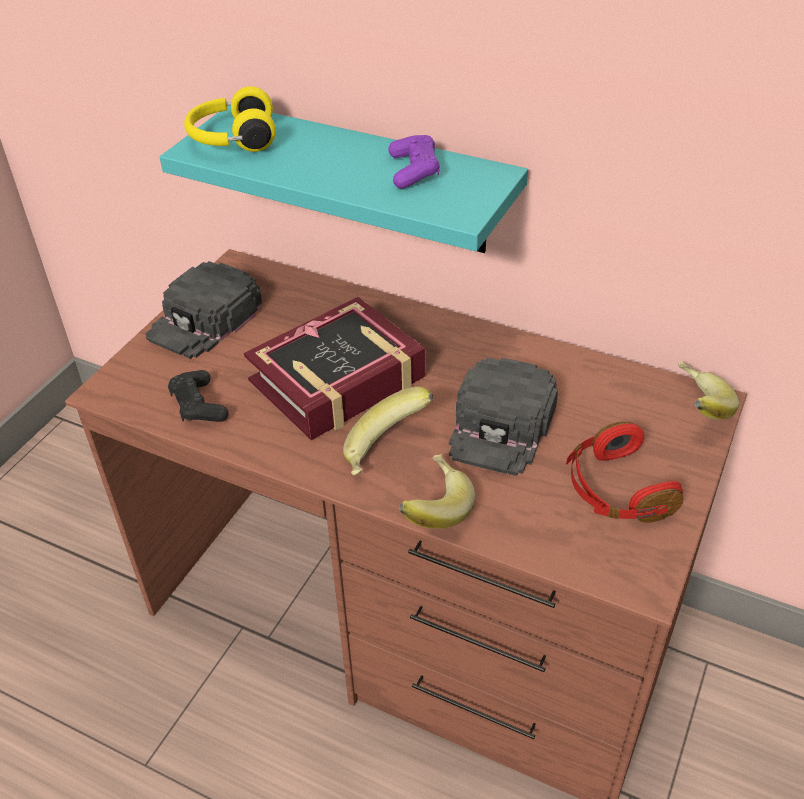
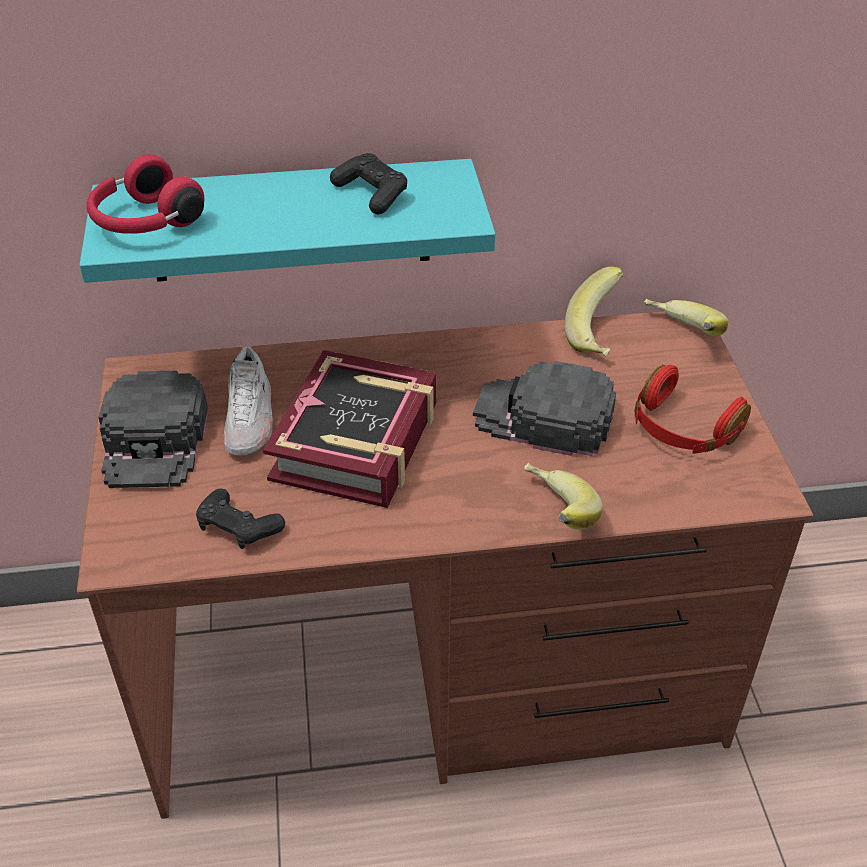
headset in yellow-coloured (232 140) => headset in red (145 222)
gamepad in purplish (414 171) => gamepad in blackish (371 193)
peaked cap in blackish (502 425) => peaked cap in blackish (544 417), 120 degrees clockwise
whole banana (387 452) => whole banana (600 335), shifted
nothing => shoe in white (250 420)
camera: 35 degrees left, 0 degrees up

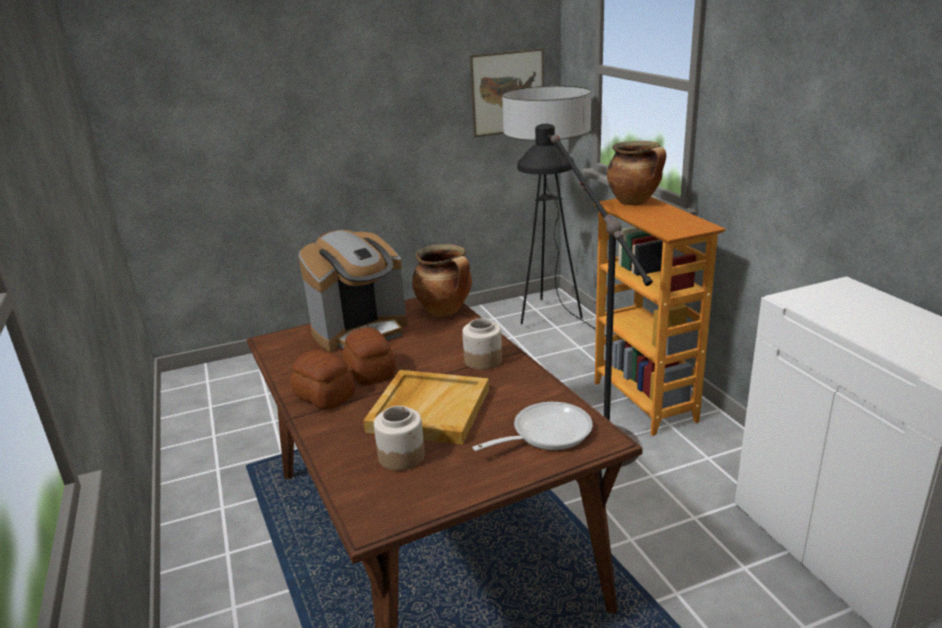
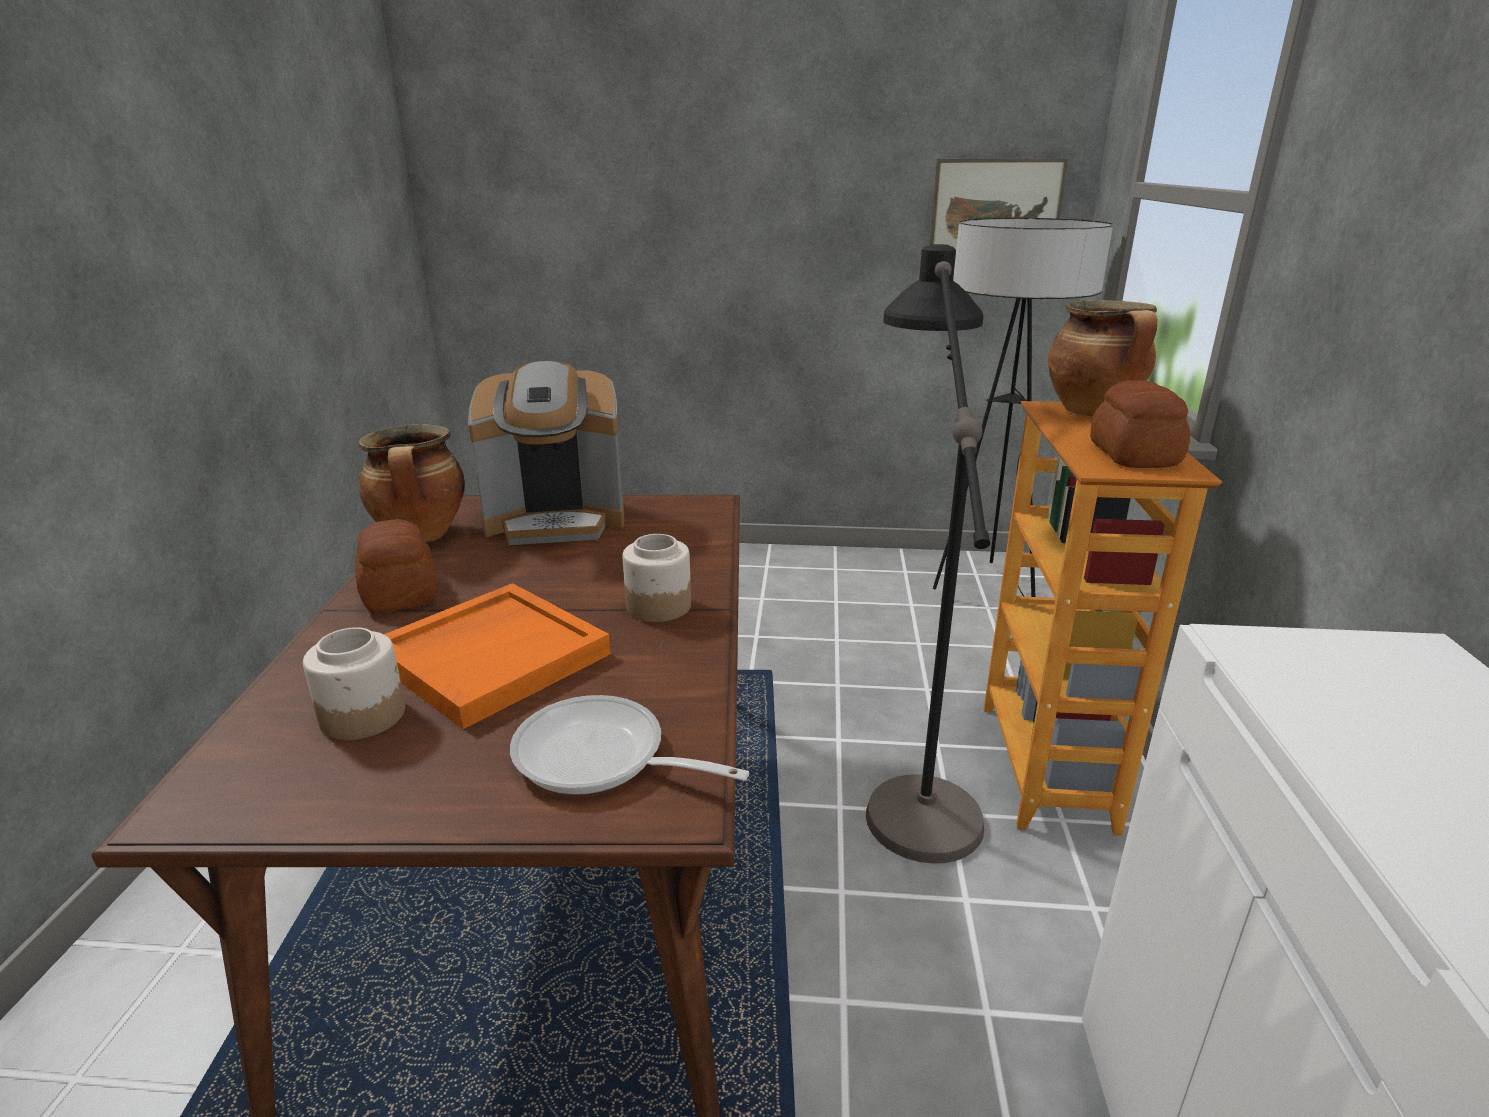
saucepot (445 311) => saucepot (422 536), shifted
bread (370 372) => bread (1133 455), shifted
serving tray in beige (428 409) => serving tray in orangey (492 656)
skillet (545 433) => skillet (601 759), 150 degrees counterclockwise
camera: 25 degrees right, 0 degrees up

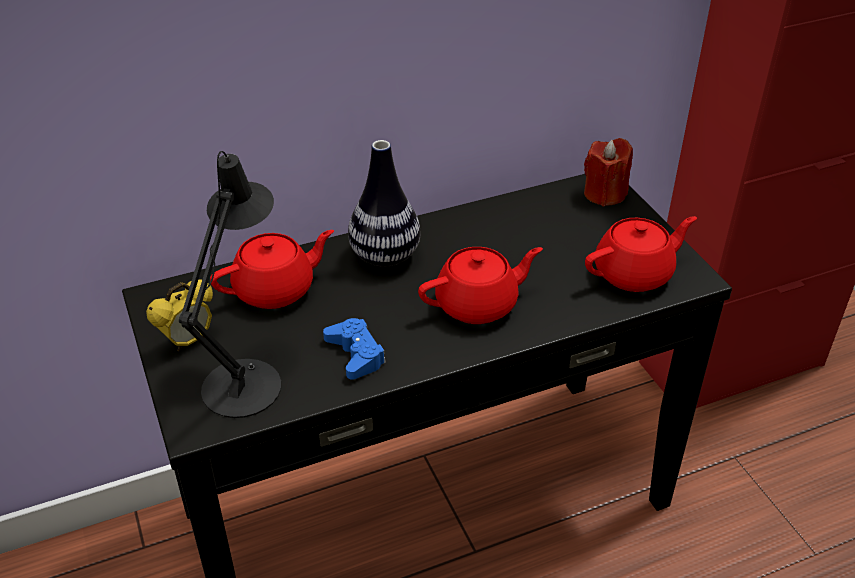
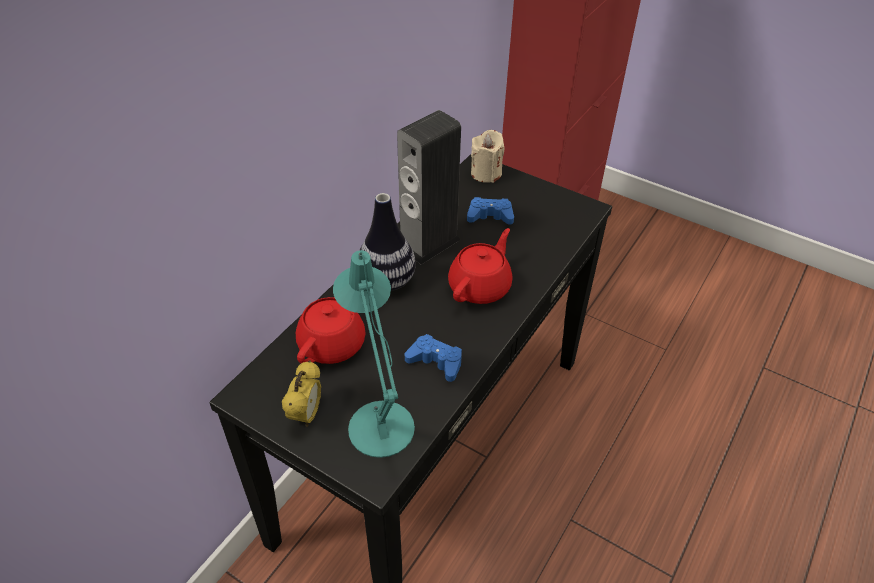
candle in red (604 194) => candle in beige (486 173)
tabletop lamp in blackish (247 379) => tabletop lamp in turquoise (379 420)
tea pot in red (634 273) => nothing
nothing => loudspeaker (428 242)
nothing => gamepad in blue (490 216)
camera: 35 degrees left, 5 degrees up

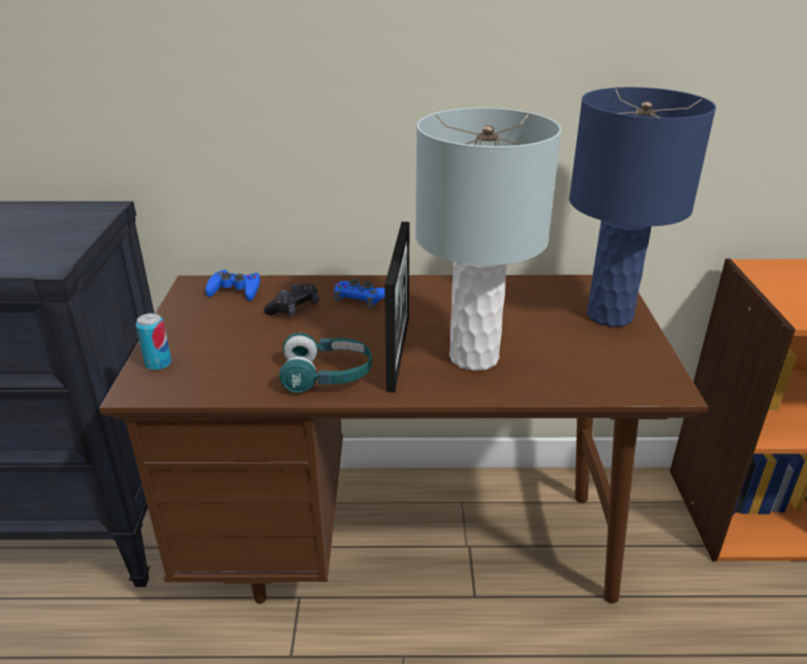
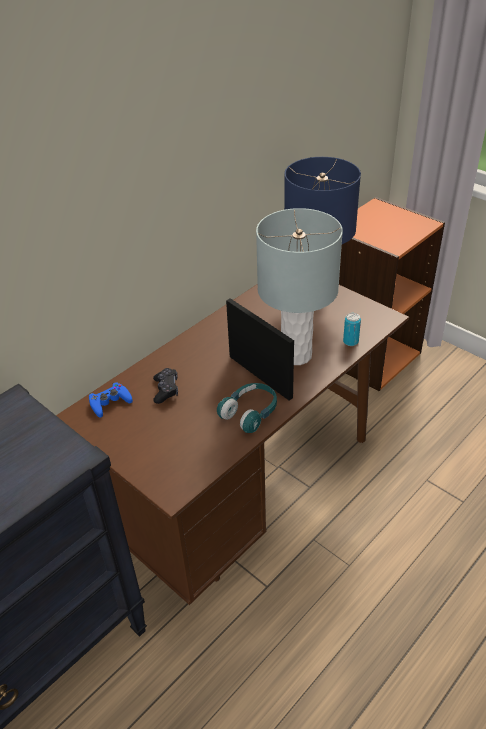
gamepad in blue (360 299) => nothing
sealed can (158 364) => sealed can (350 341), shifted
camera: 45 degrees left, 10 degrees up

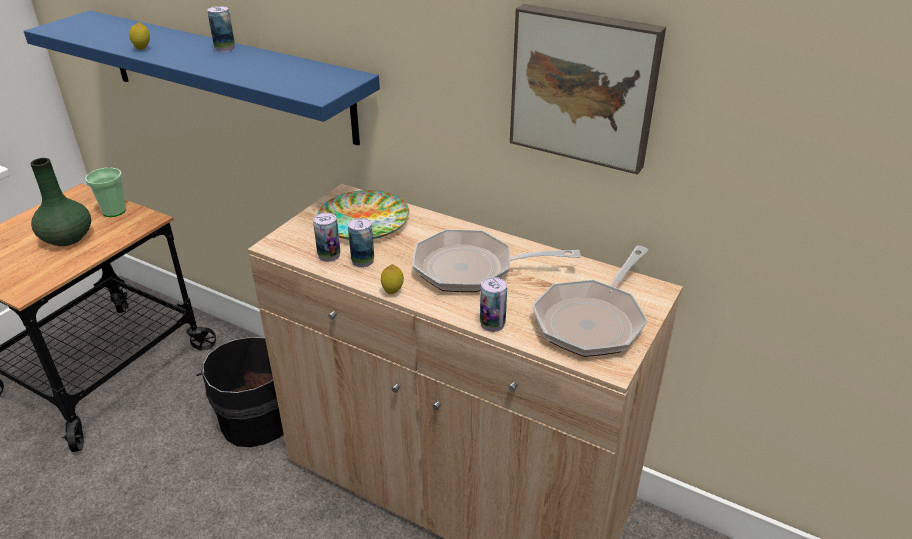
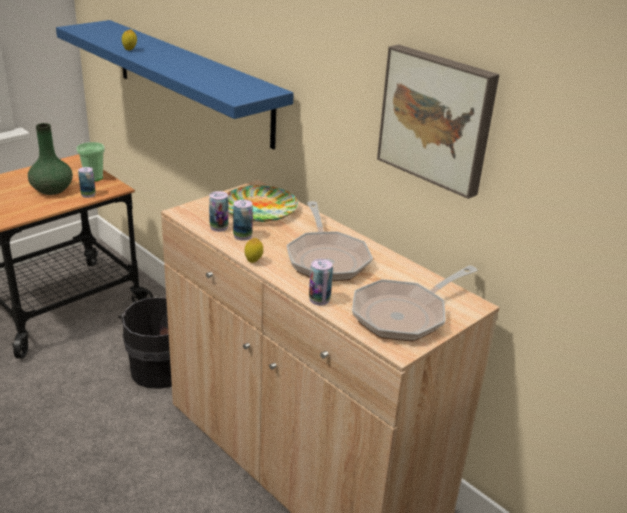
sealed can (225 48) => sealed can (88 194), shifted
skillet (472 269) => skillet (326 258), 120 degrees counterclockwise
camera: 15 degrees right, 5 degrees down

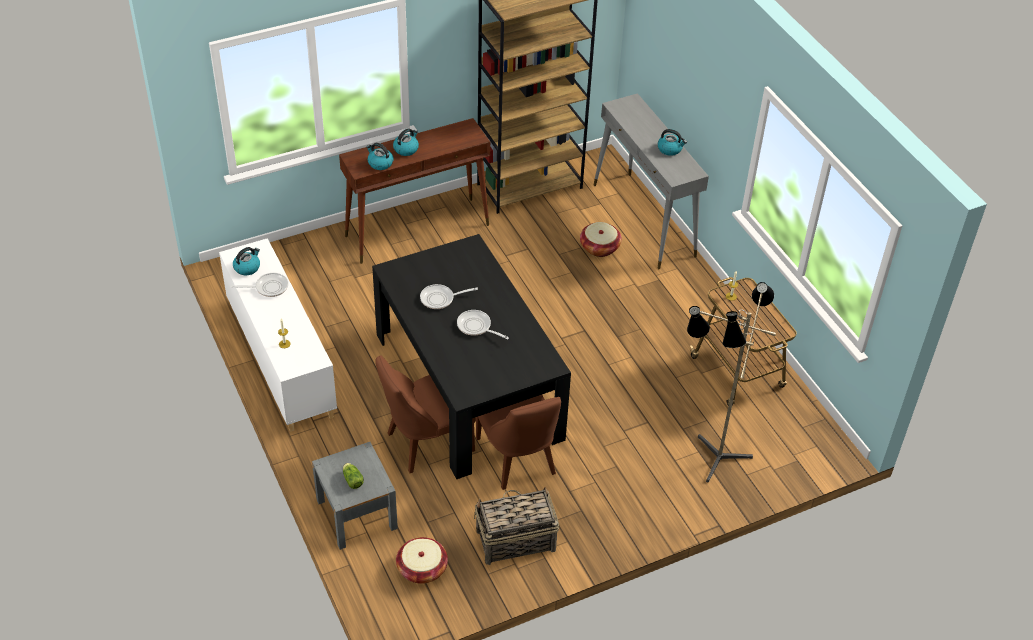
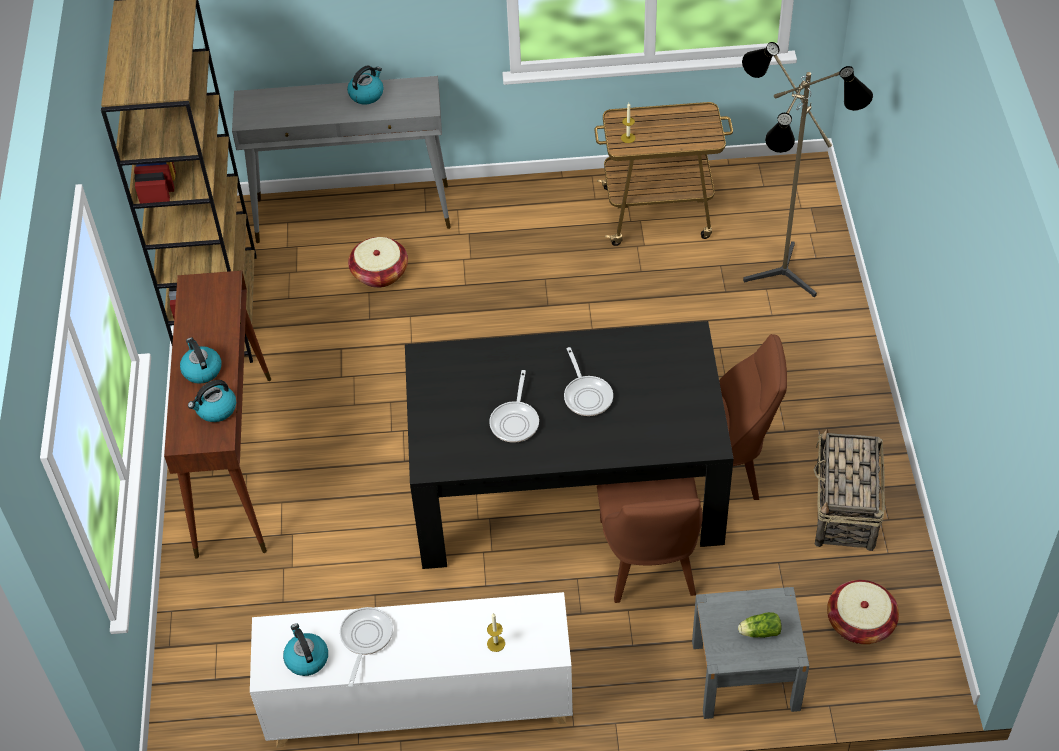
skillet (476 327) => skillet (587 395), 75 degrees counterclockwise
camera: 65 degrees left, 5 degrees up

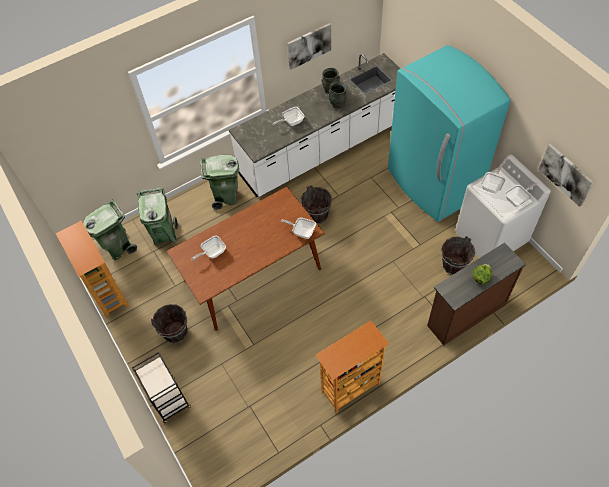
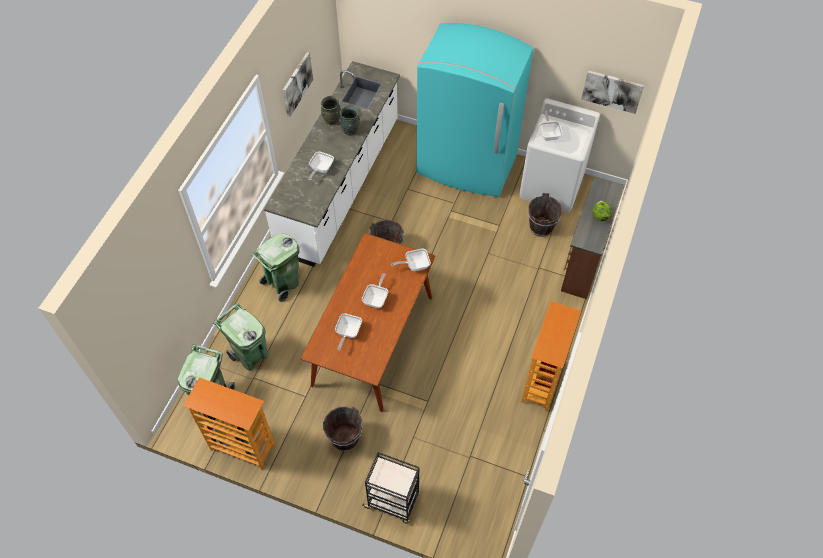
skillet (518 200) => skillet (376 299), shifted
camera: 40 degrees left, 0 degrees up

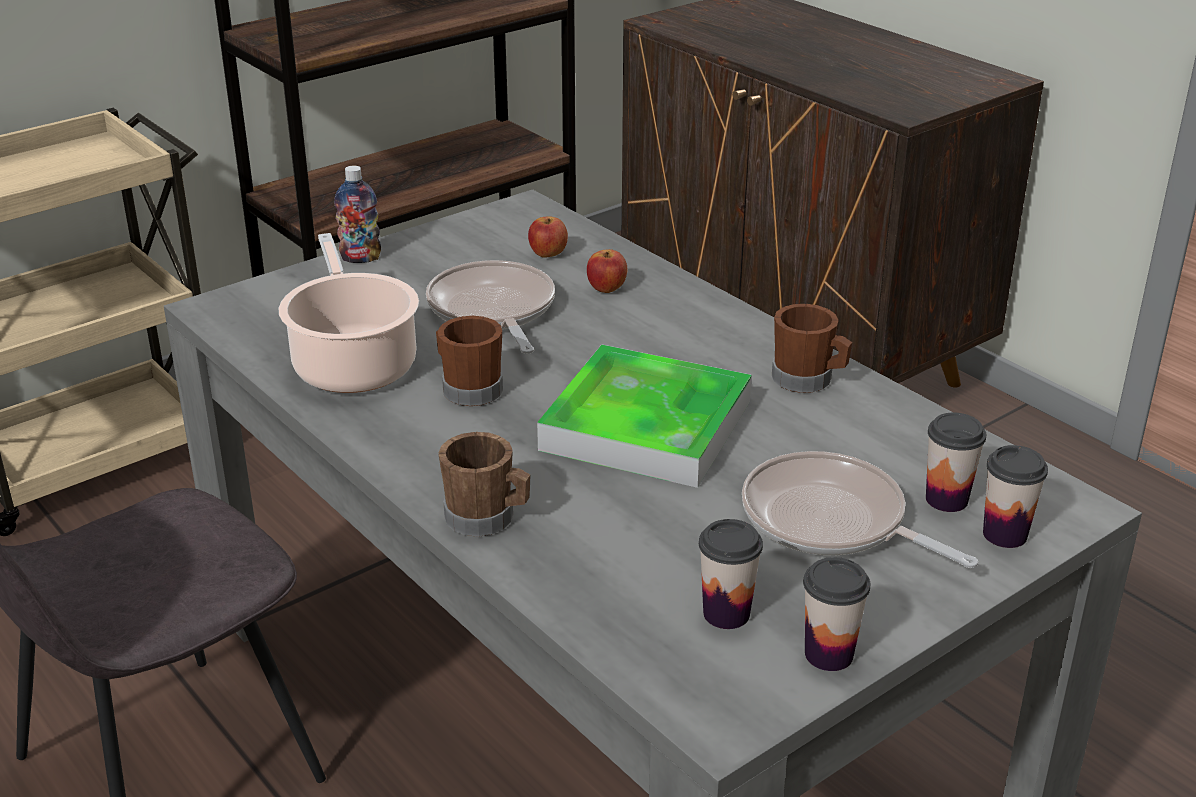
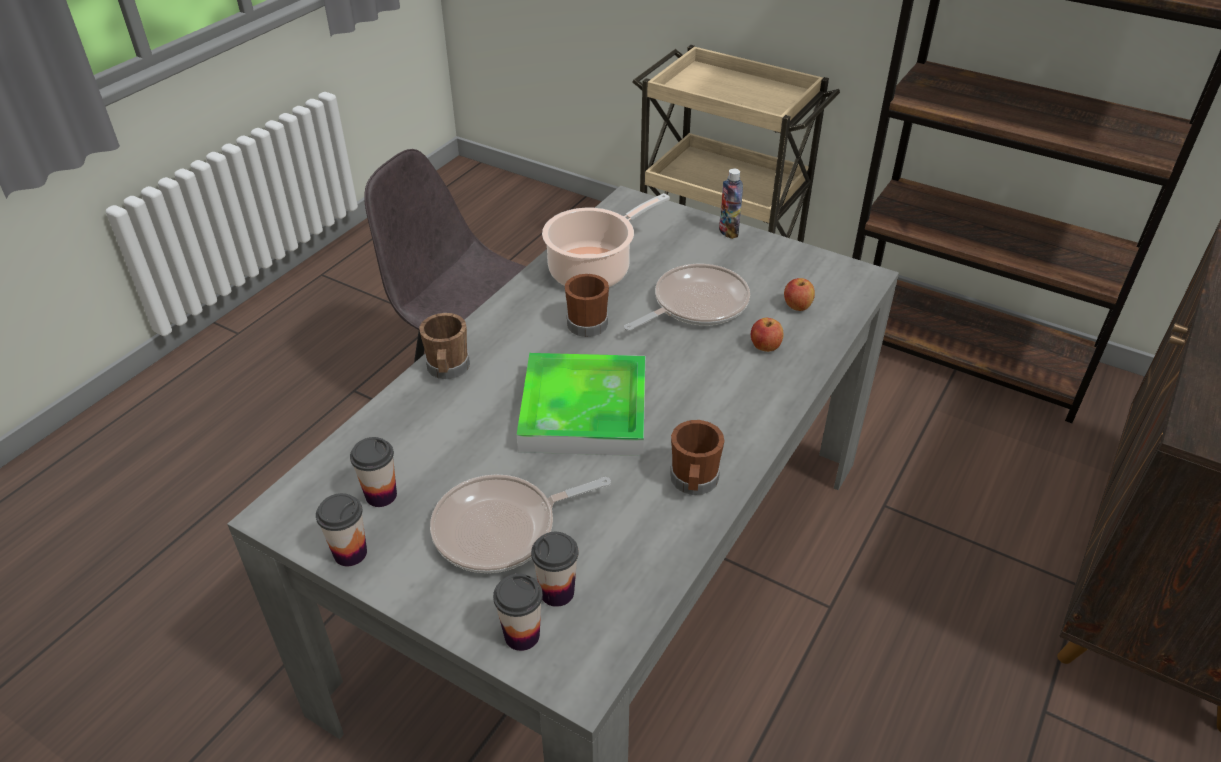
skillet (831 521) => skillet (502 529), 135 degrees counterclockwise
camera: 70 degrees right, 10 degrees up

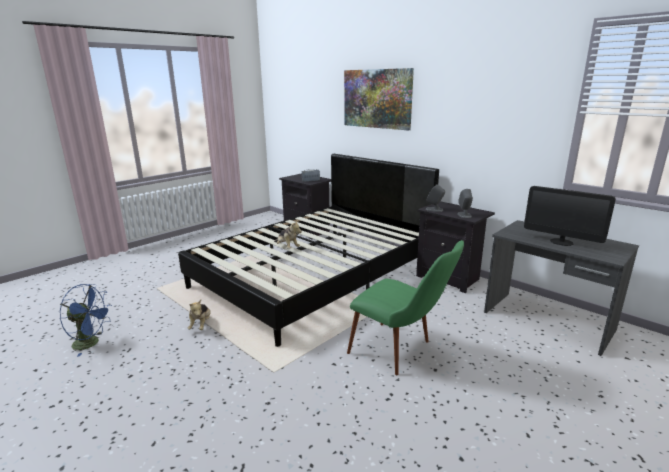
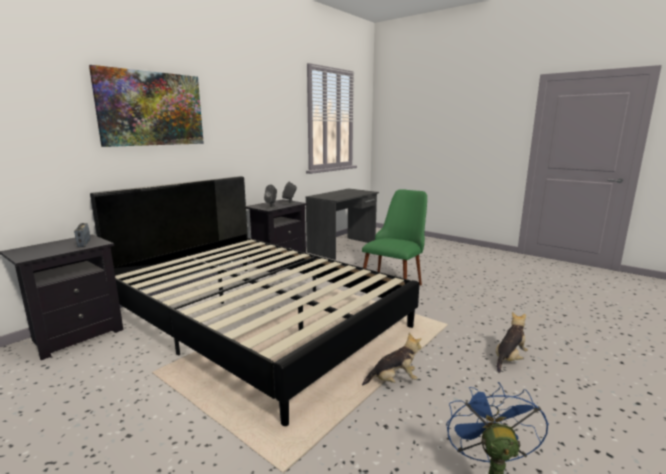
computer display (561 242) => nothing
plush toy (287 247) => plush toy (509 359), shifted
camera: 95 degrees left, 5 degrees down

